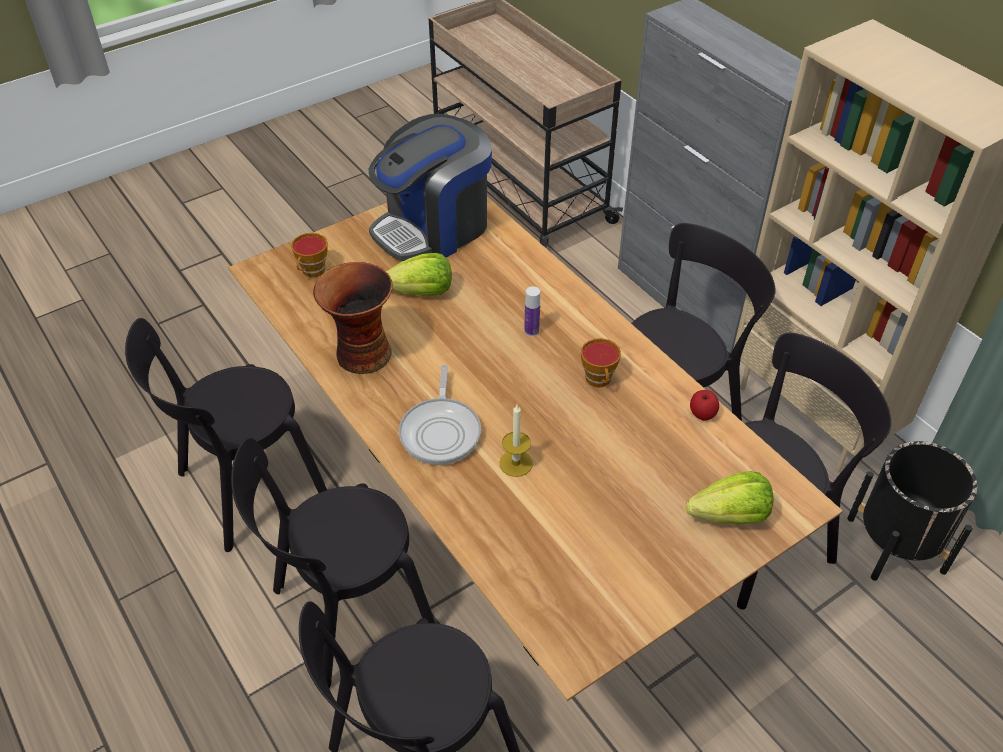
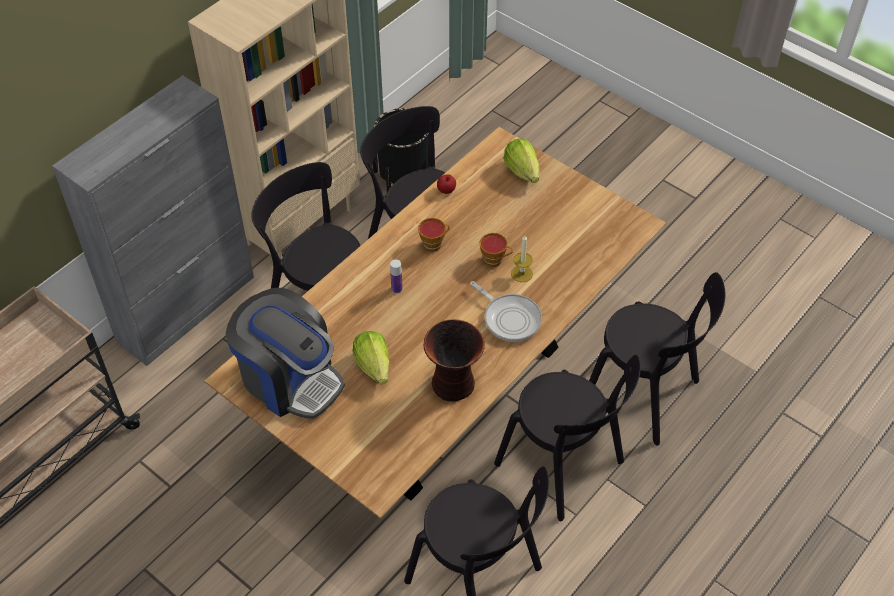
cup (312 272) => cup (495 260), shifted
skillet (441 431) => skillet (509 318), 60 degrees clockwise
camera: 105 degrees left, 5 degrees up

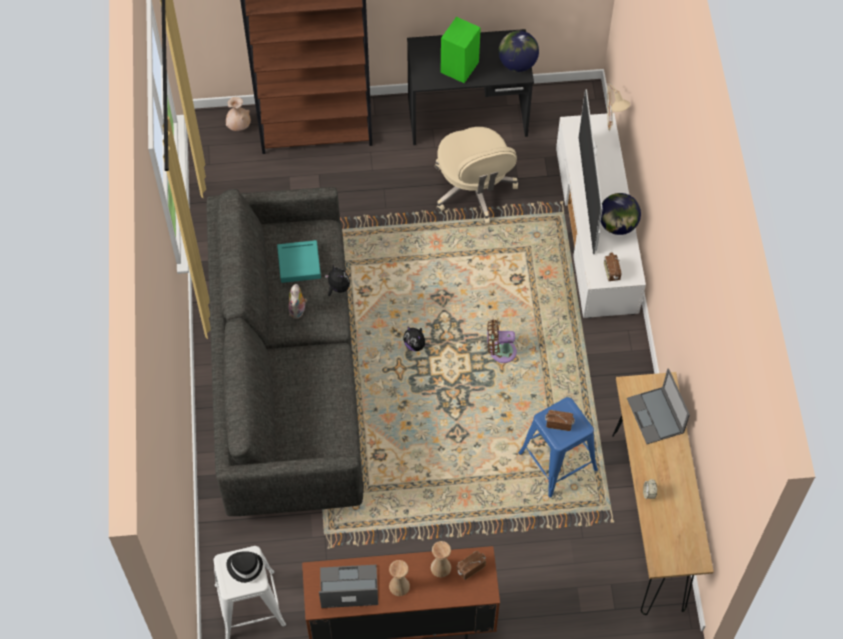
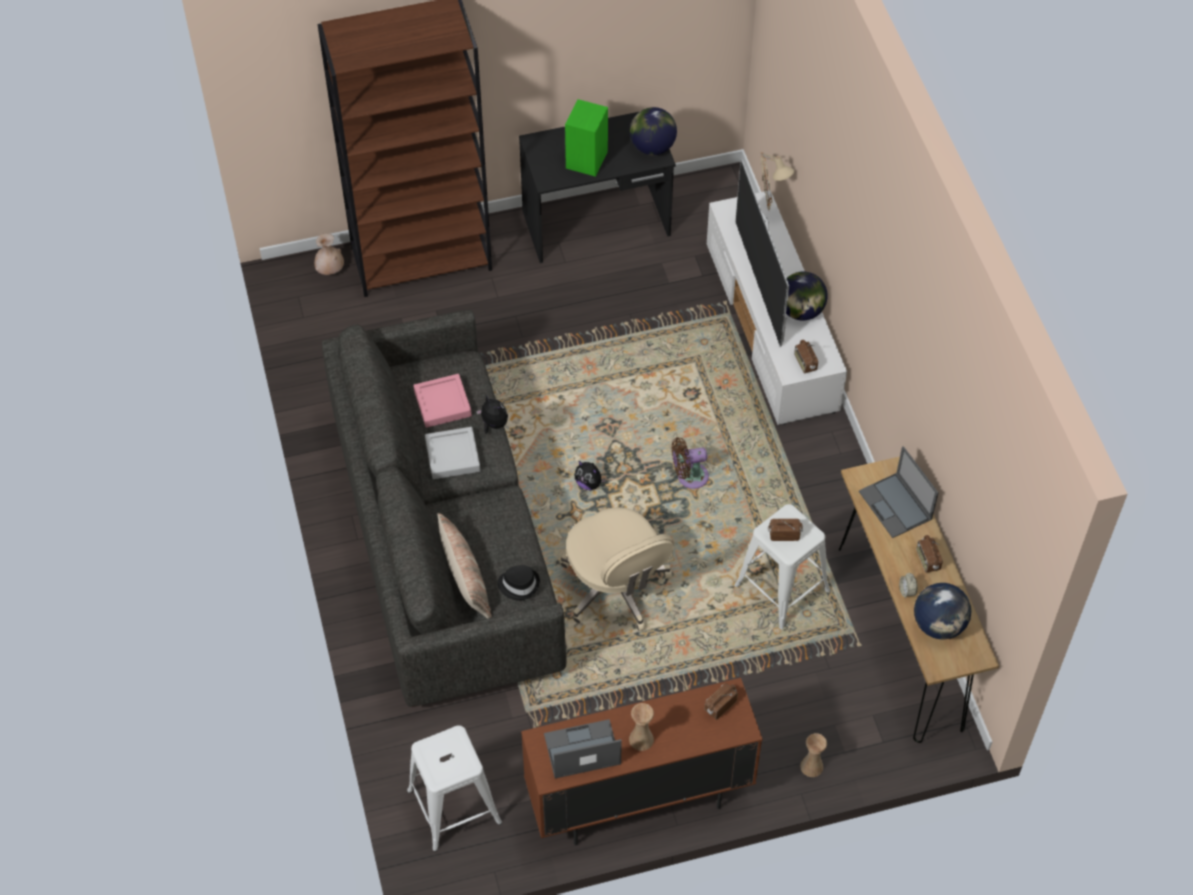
computer chair in beige (474 190) => computer chair in beige (616 587), shifted
serving tray in turquoise (299 264) => serving tray in pink (442 403)
plush toy (298 311) => serving tray in gray (452 456)
sitting stool in blue (557 461) => sitting stool in white (781 588)
vase in beige (440 567) => vase in beige (811 766), shifted
wearable hat in blackish (245 566) => wearable hat in blackish (519 584), shifted
nothing => cushion (465 578)
nothing => radio receiver (927 560)
nothing => globe (939 625)
camera: 10 degrees left, 5 degrees down

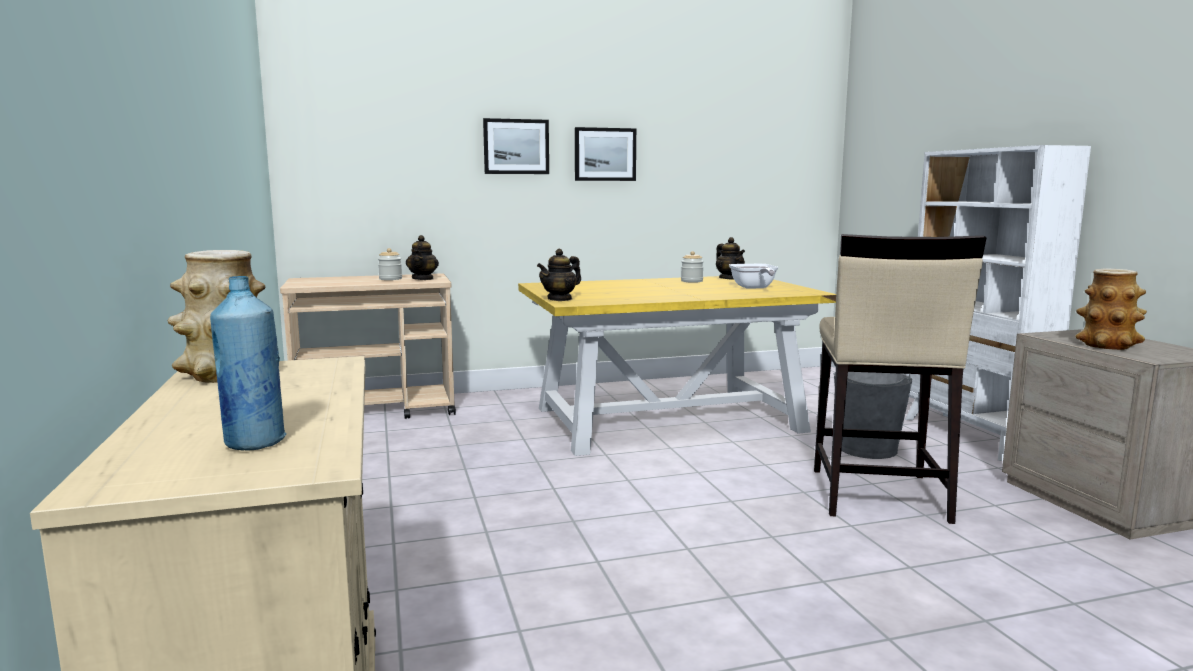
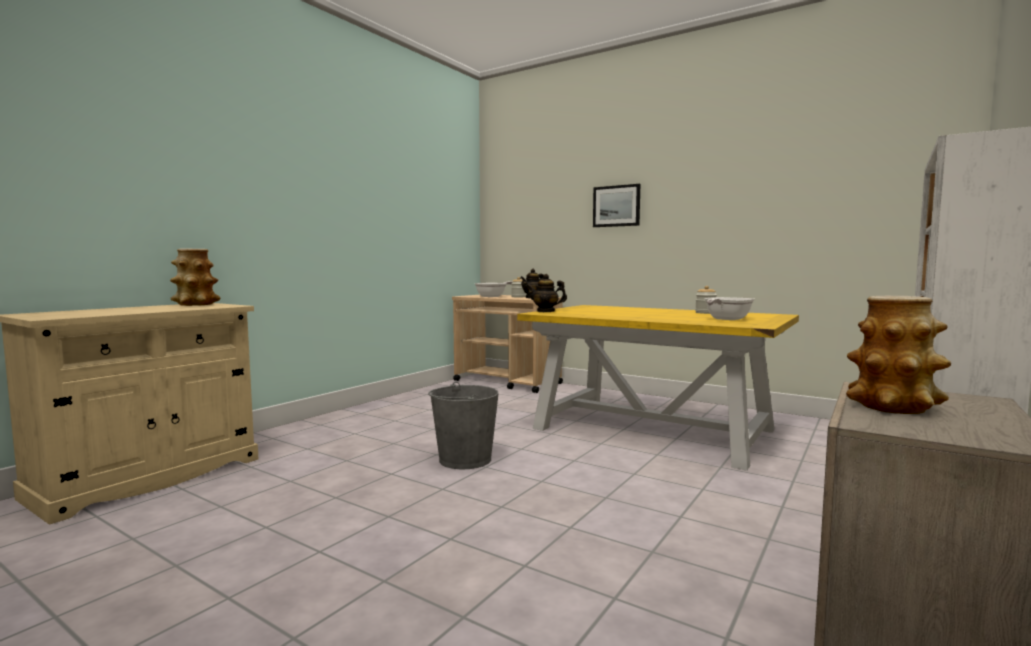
wall picture (605 154) => nothing
sitting stool in beige (877 495) => nothing
tea pot (729 279) => nothing
beverage bottle in blue (254 443) => nothing
water bucket in gray (867 449) => water bucket in gray (464 459), shifted
nothing => skillet (493 296)
camera: 50 degrees right, 5 degrees down

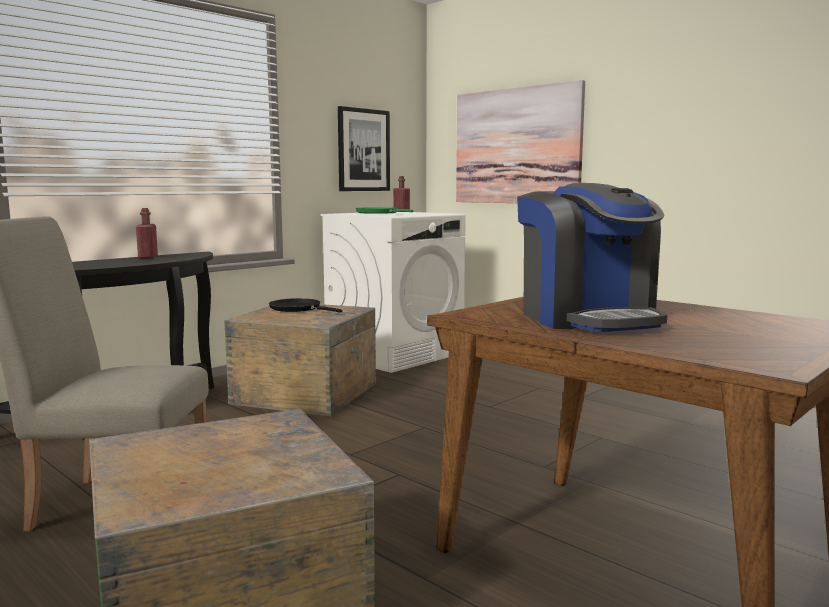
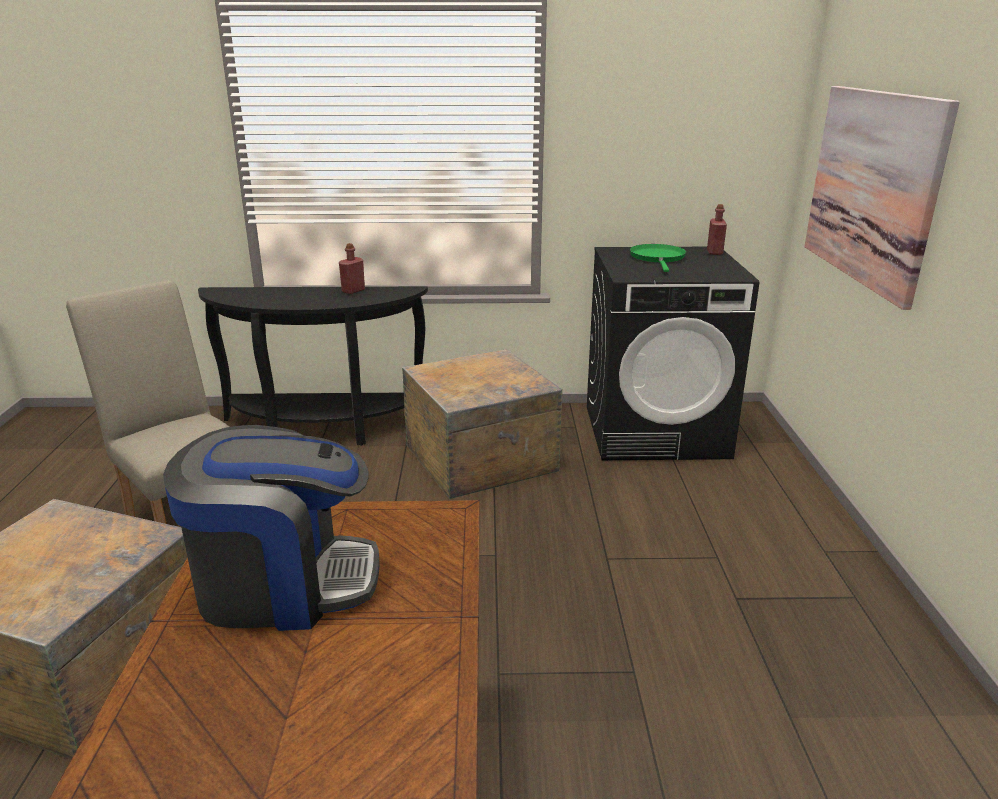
wall picture (363 150) => nothing
coffee machine (588 318) => coffee machine (284 584), 120 degrees counterclockwise
laundry appliance in white (395 354) => laundry appliance in blackish (656 431)
skillet in blackish (298 309) => nothing
camera: 45 degrees right, 15 degrees up

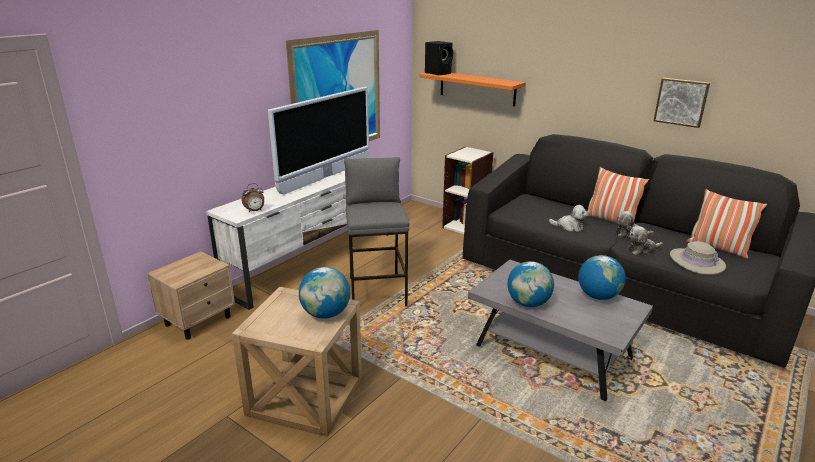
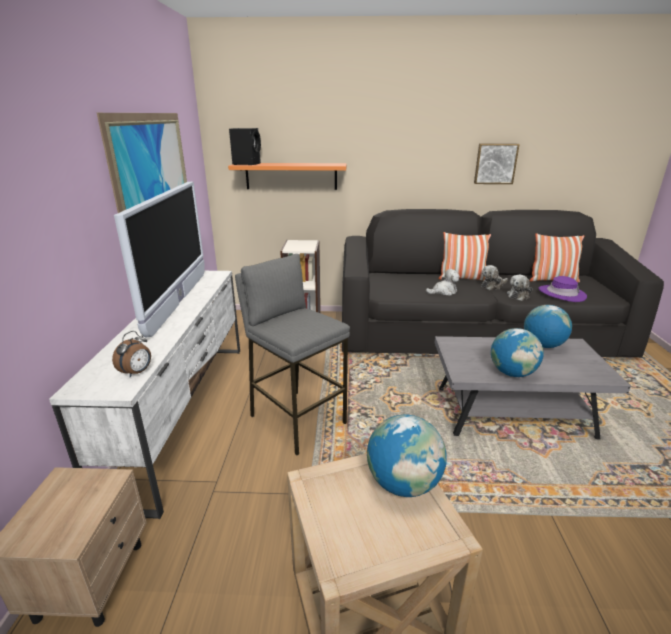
wearable hat in beige (696 262) => wearable hat in purplish (561 294)
camera: 35 degrees left, 0 degrees up

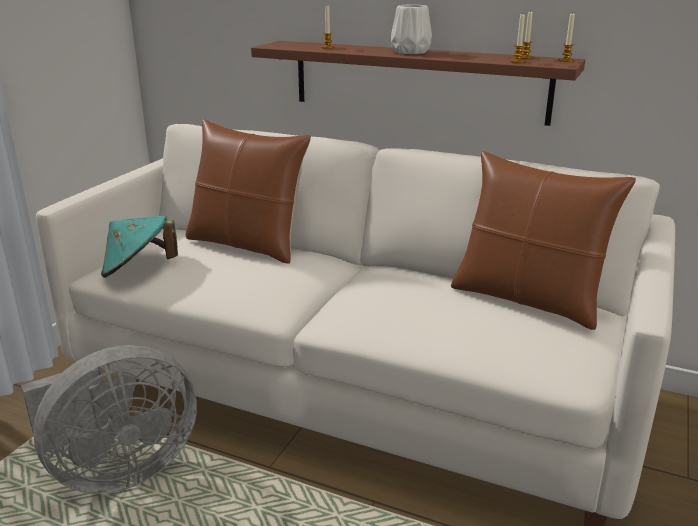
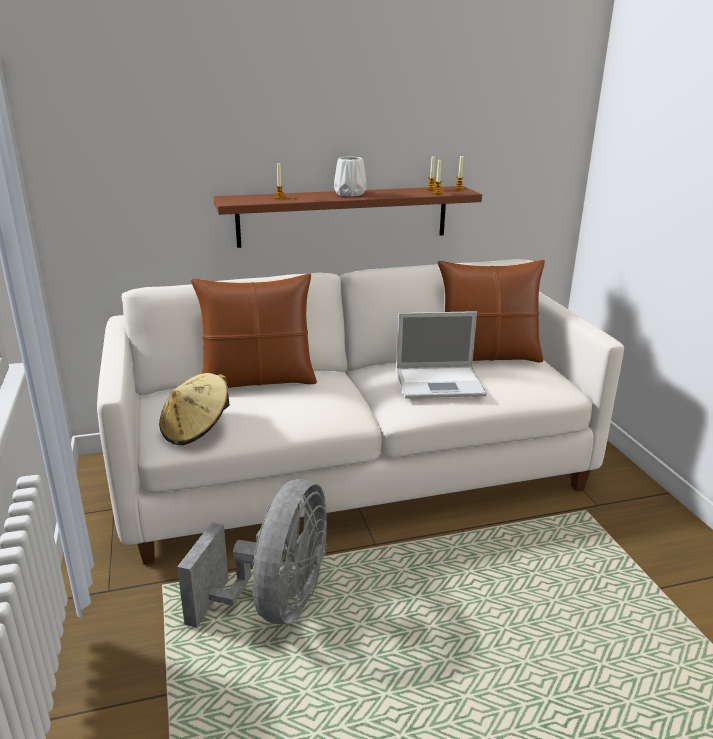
wearable hat in turquoise (138 270) => wearable hat in beige (196 430)
nothing => laptop (441 382)
camera: 40 degrees left, 0 degrees up

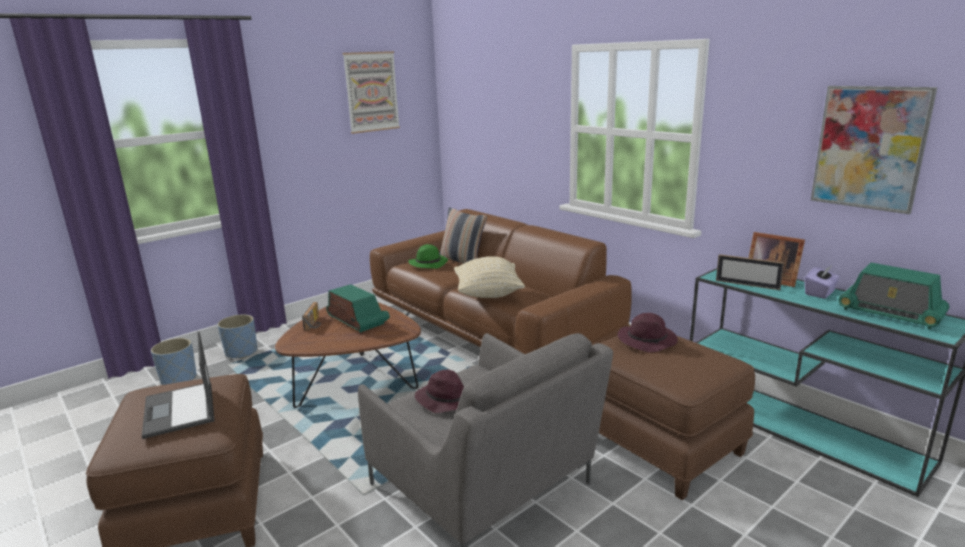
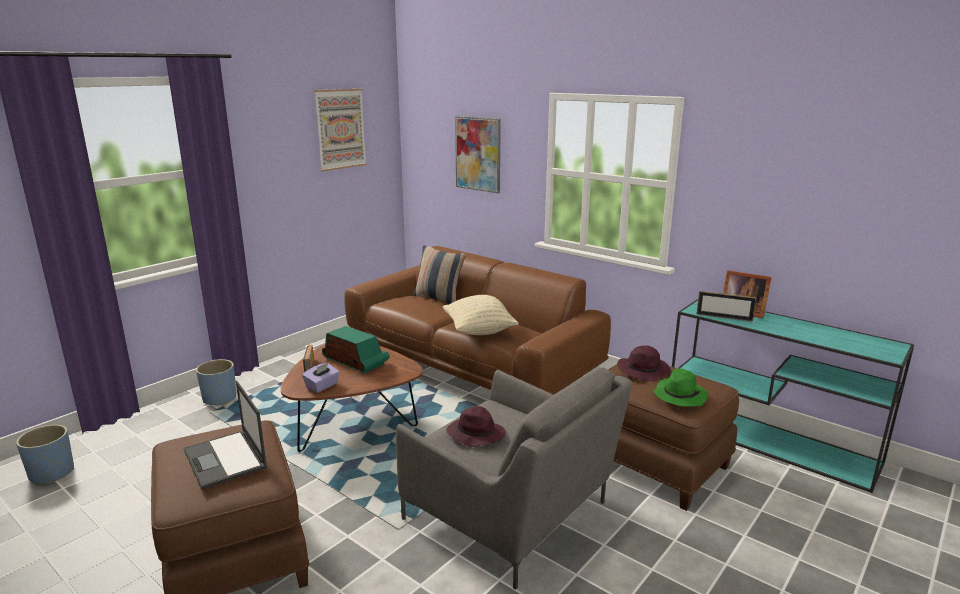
wall picture (869 148) => wall picture (478 154), shifted
wearable hat in greenish (429 263) => wearable hat in greenish (679 395), shifted
radio receiver (890 313) => nothing
tissue box in purplish (820 293) => tissue box in purplish (322 386), shifted
planter in blue (178 379) => planter in blue (51 473), shifted
camera: 10 degrees left, 0 degrees up

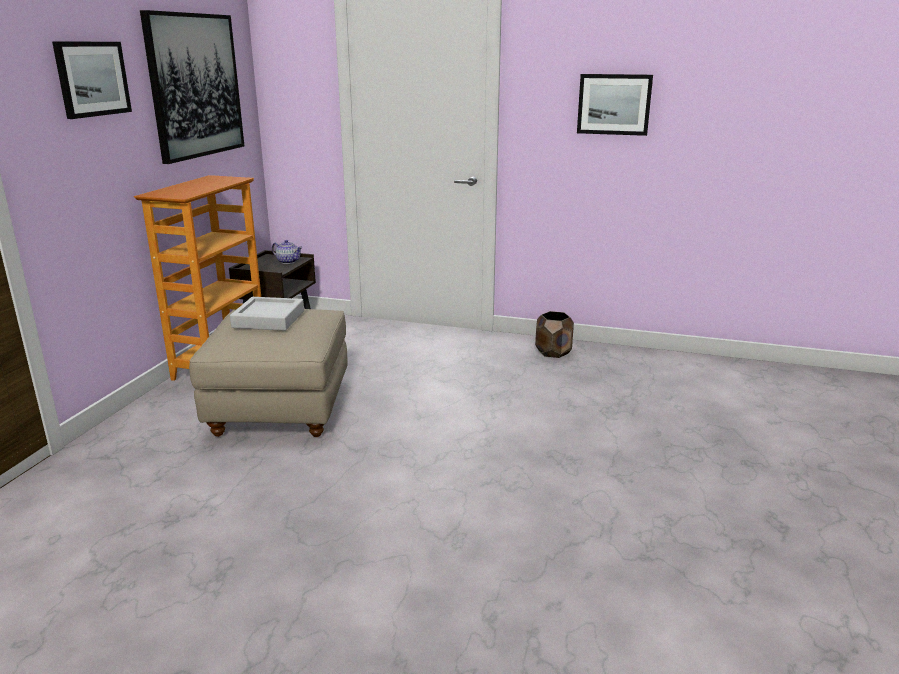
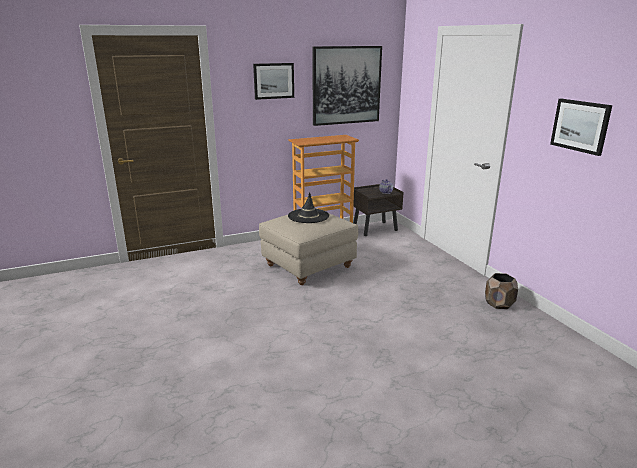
serving tray in gray (268 319) => wearable hat in blackish (308 216)
camera: 50 degrees right, 0 degrees up

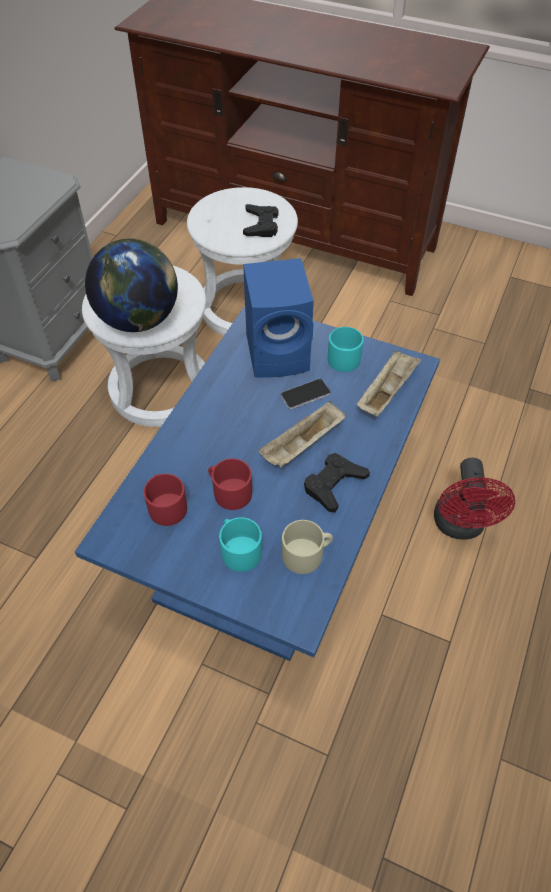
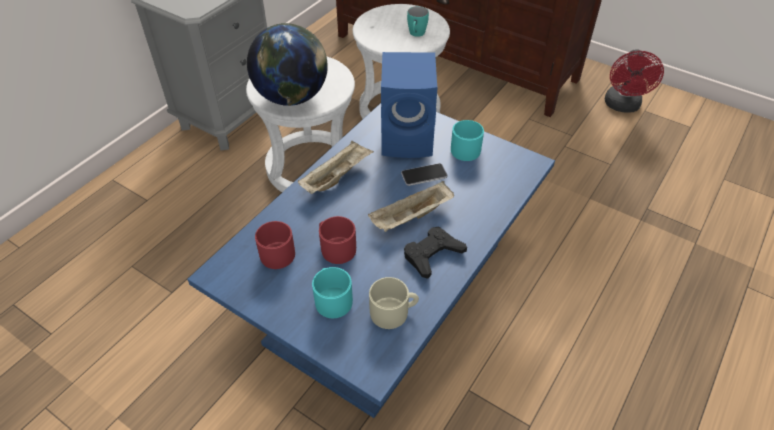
gamepad in blackish (261 225) => mug in turquoise (416 34)
serving tray in beige (386 392) => serving tray in beige (337 177), shifted
electric fan in red (460 526) => electric fan in red (622 106), shifted
camera: 10 degrees right, 5 degrees down

